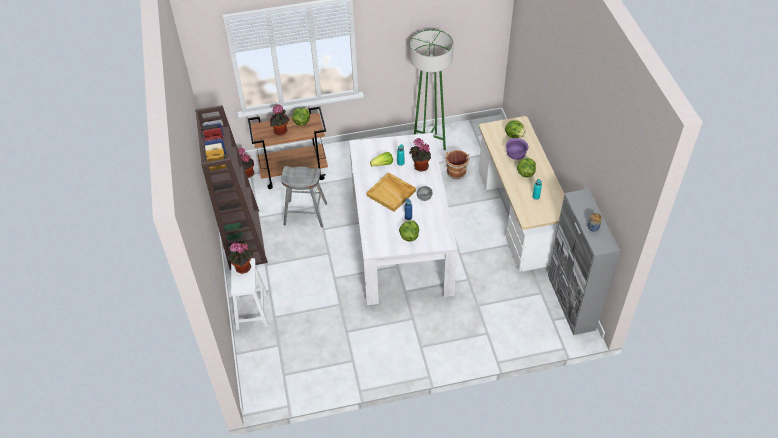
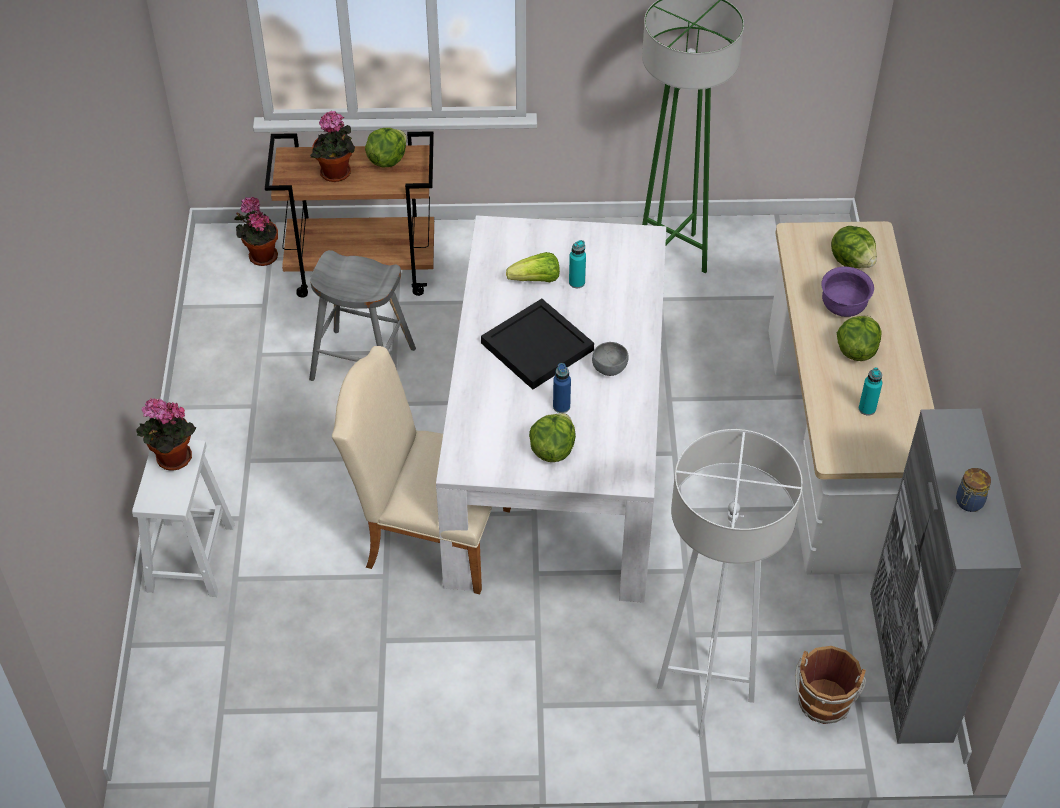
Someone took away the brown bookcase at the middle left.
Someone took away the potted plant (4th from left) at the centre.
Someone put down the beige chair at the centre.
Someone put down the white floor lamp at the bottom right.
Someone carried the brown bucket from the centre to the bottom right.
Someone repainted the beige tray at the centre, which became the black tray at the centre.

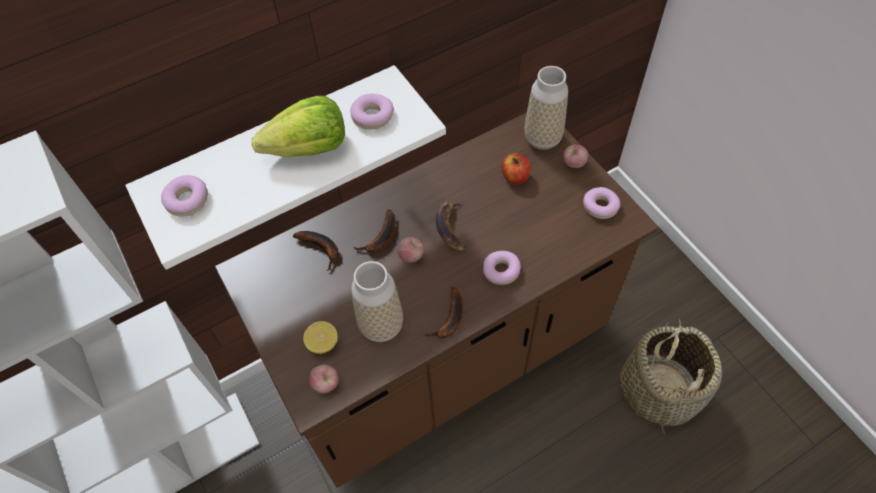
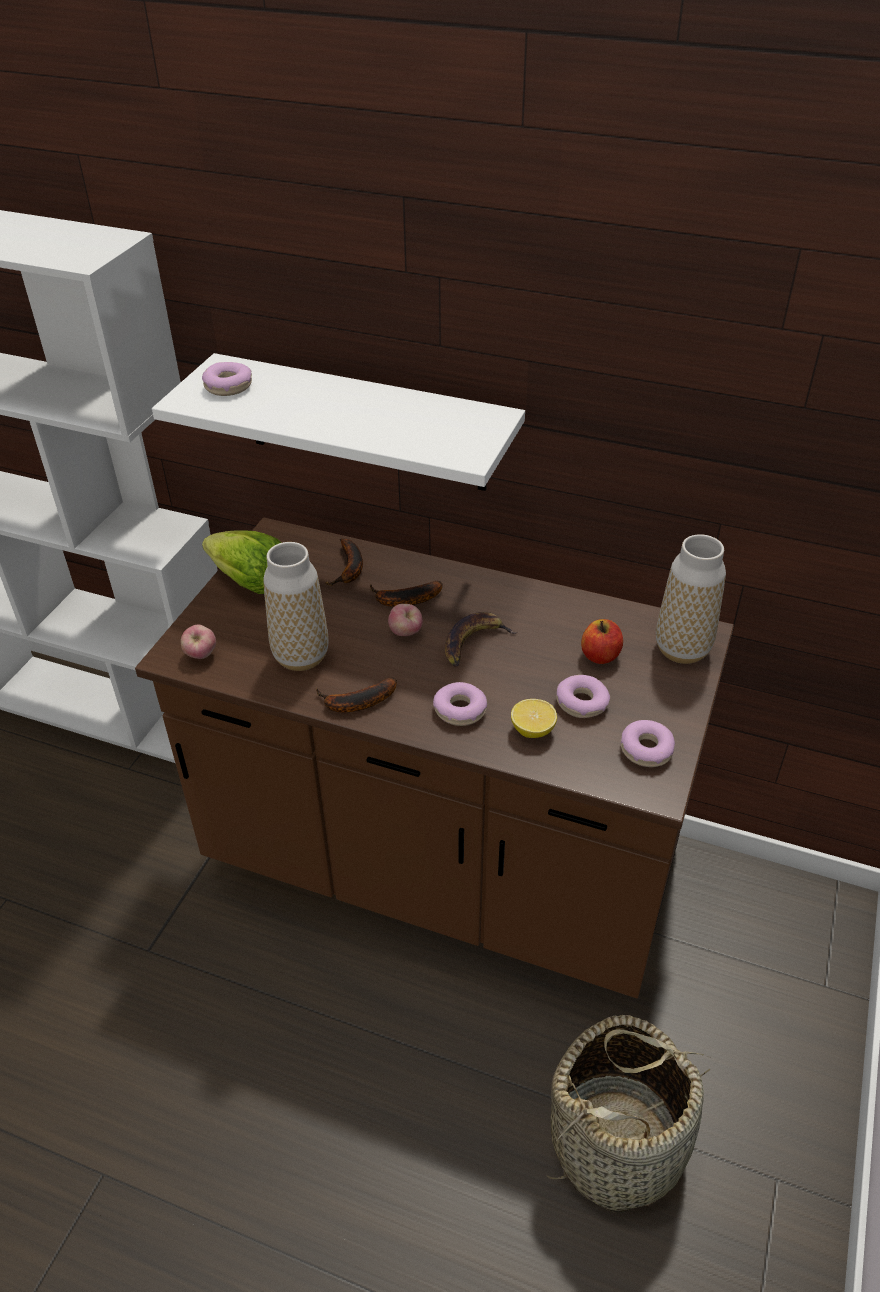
Someone took away the apple (4th from left) at the top centre.
Someone carried the lettuce from the top centre to the middle left.
Someone carried the lemon from the bottom centre to the centre.
Someone carried the donut (2nd from left in the first image) from the top centre to the centre.

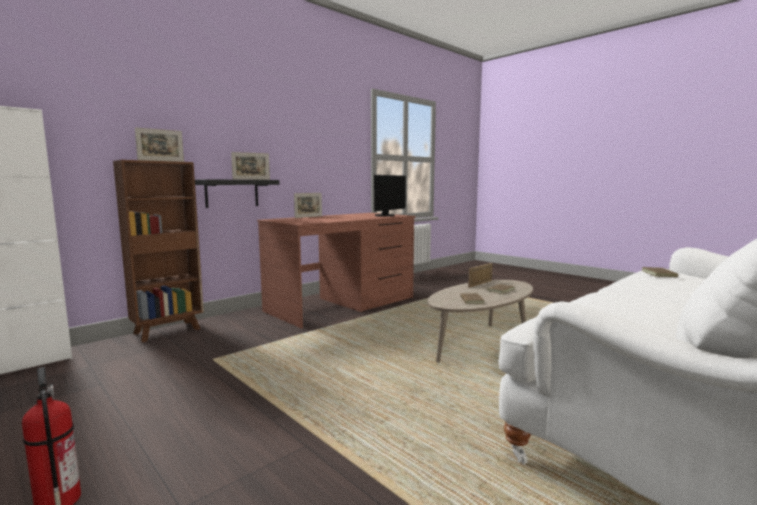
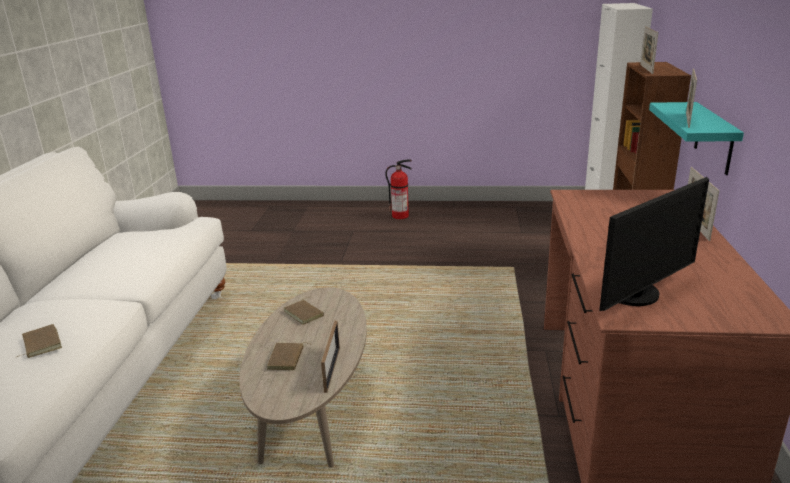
Someone repainted the black shelf at the middle left, which became the turquoise shelf at the top right.
Someone rotated the monitor at the centre by 120 degrees counterclockwise.

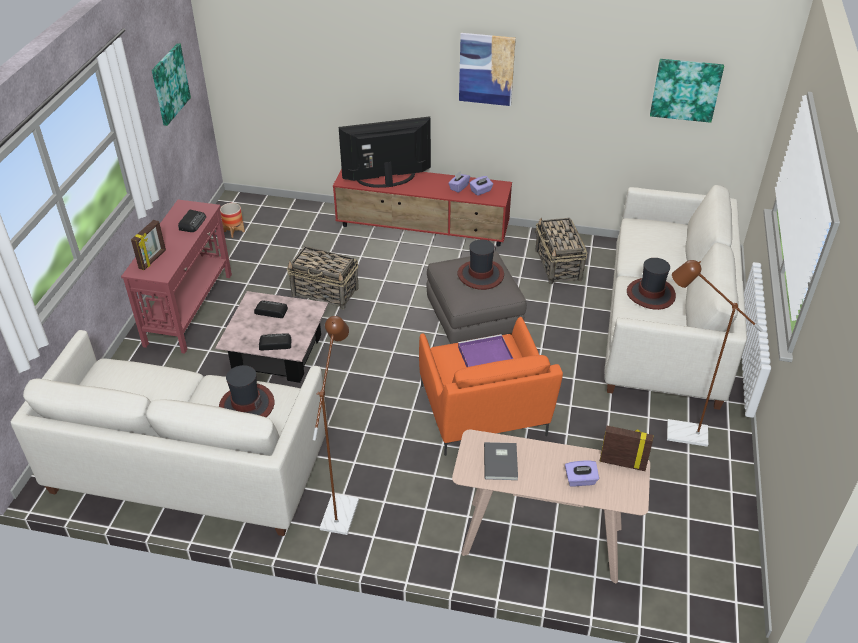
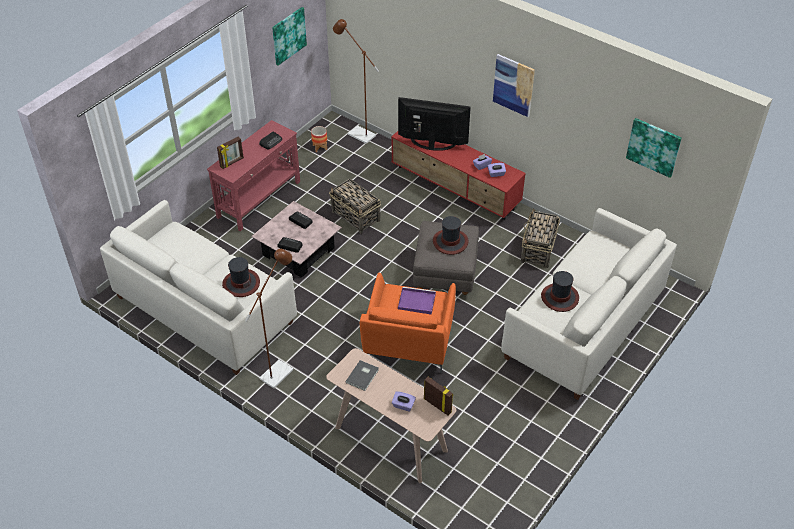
Someone carried the brown floor lamp (2nd from left) from the middle right to the top centre.

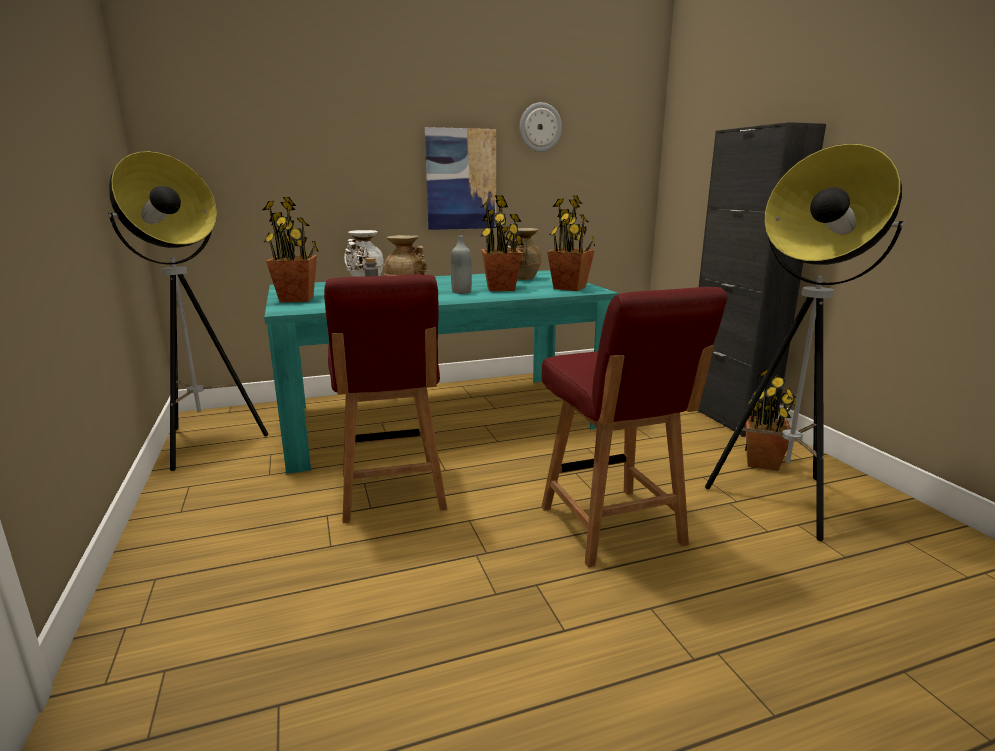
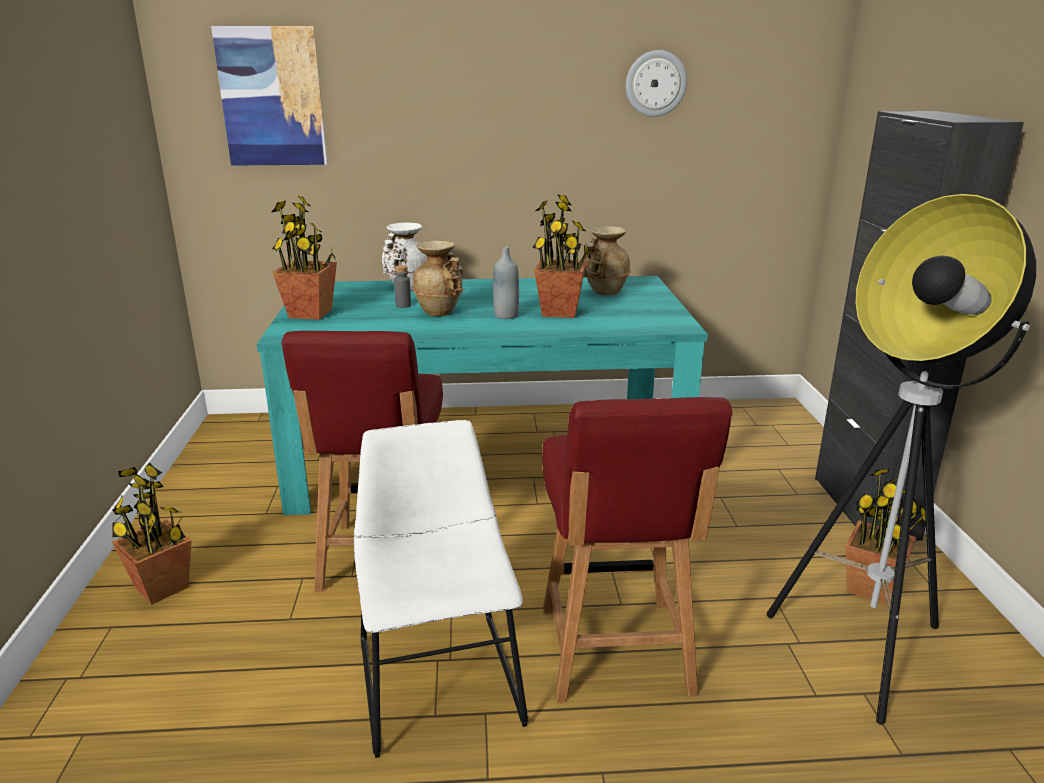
Someone took away the floor lamp (1st from left) at the middle left.
Someone put down the white chair at the bottom centre.
Someone carried the picture from the top centre to the top left.
Someone carried the potted plant (3rd from left in the first image) from the top centre to the bottom left.

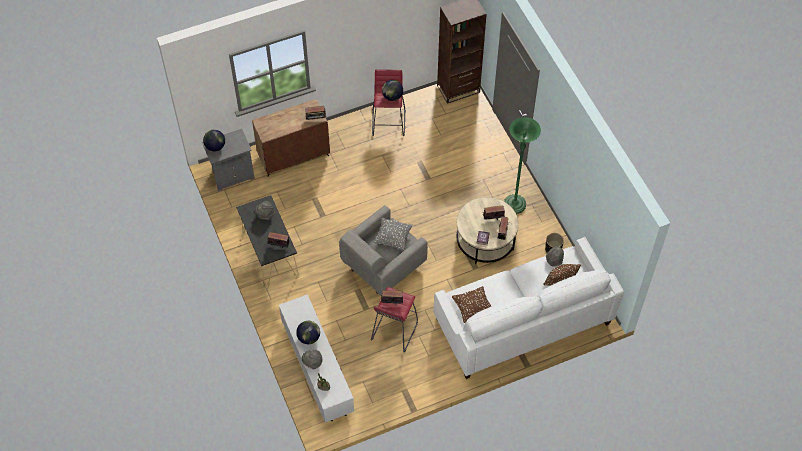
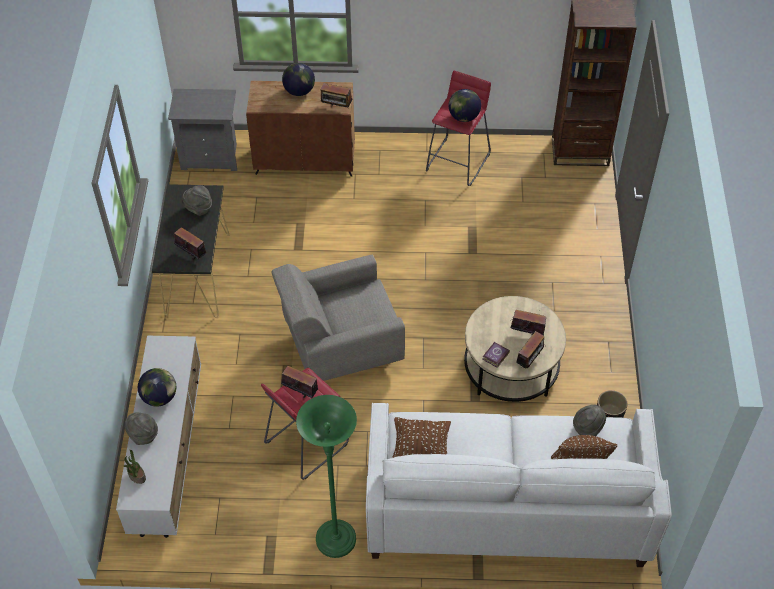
Someone took away the grey pillow at the centre.
Someone carried the globe (1st from left in the first image) from the top left to the top centre.
Someone carried the green floor lamp from the centre to the bottom centre.

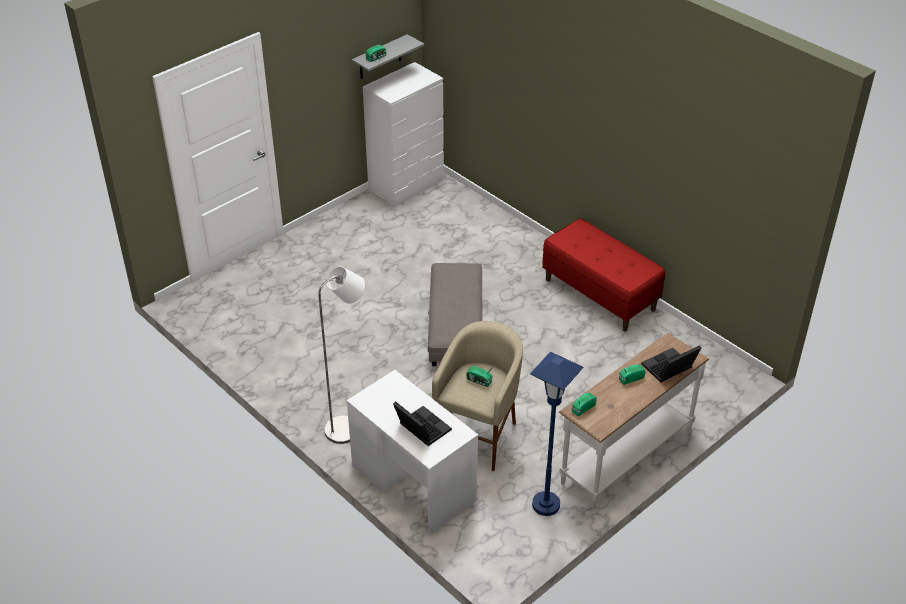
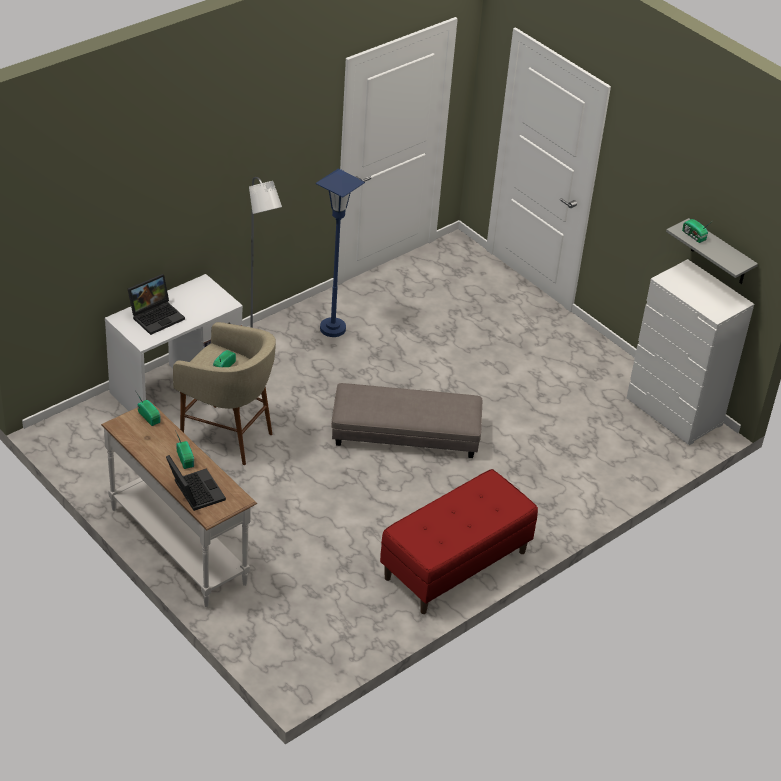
Someone carried the blue floor lamp from the bottom centre to the top centre.

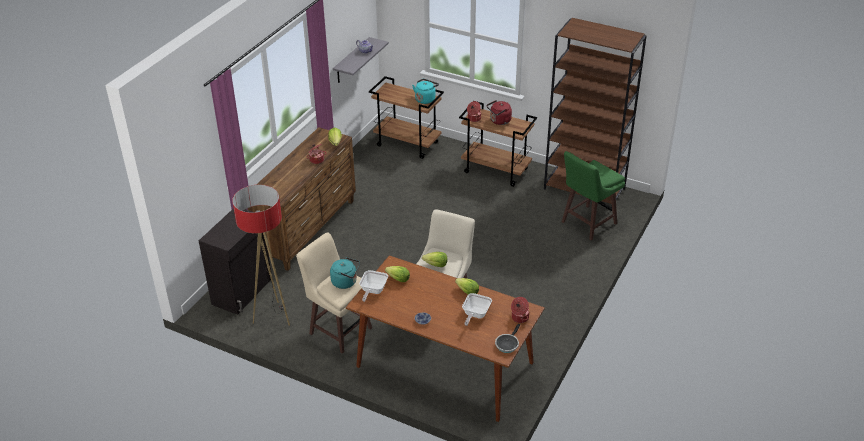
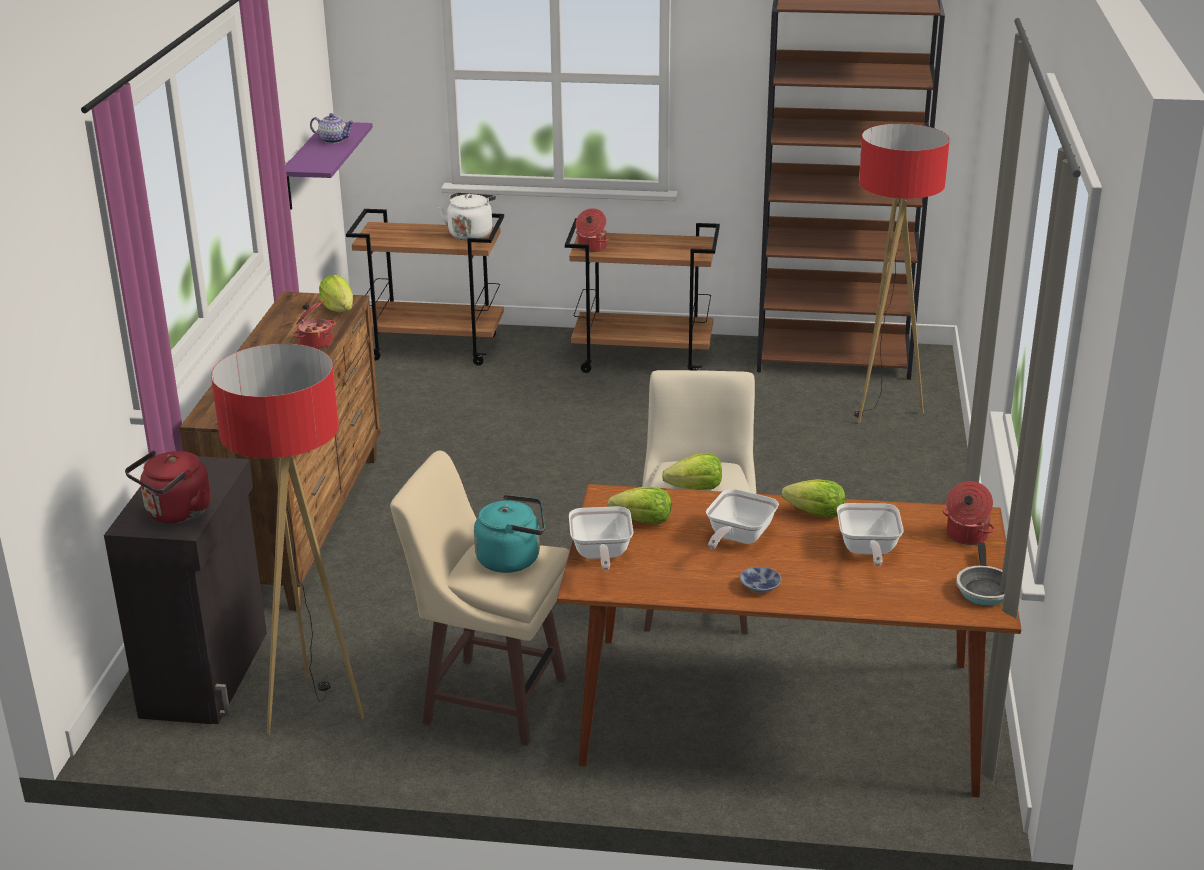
Someone put down the frying pan (2nd from left) at the centre.
Someone carried the red kettle from the top centre to the middle left.
Someone swapped the green stool at the middle right for the floor lamp (2nd from left) at the top right.
Someone repainted the grey shelf at the top centre, which became the purple shelf at the top left.
Someone repainted the turquoise kettle (2nd from left) at the top centre, which became the white kettle at the top centre.

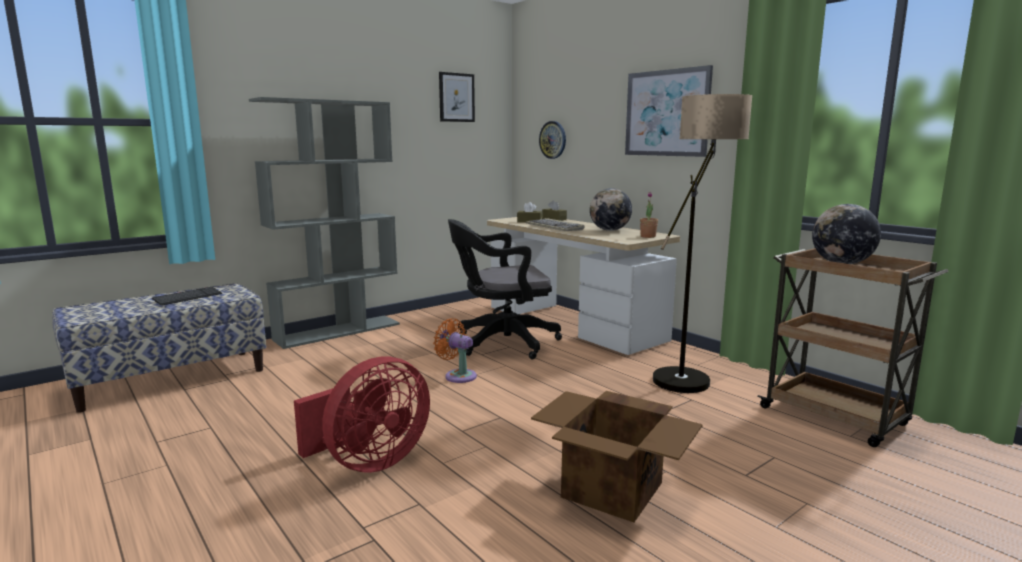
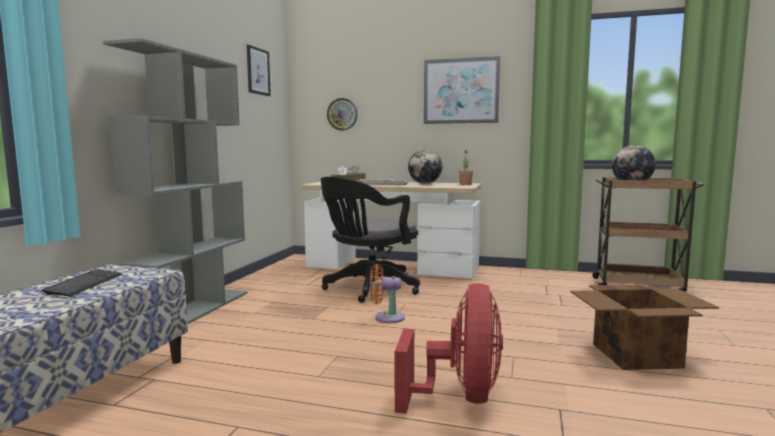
Someone took away the floor lamp at the middle right.

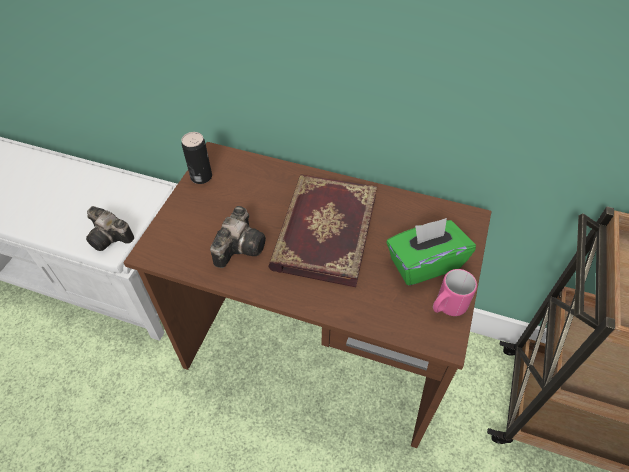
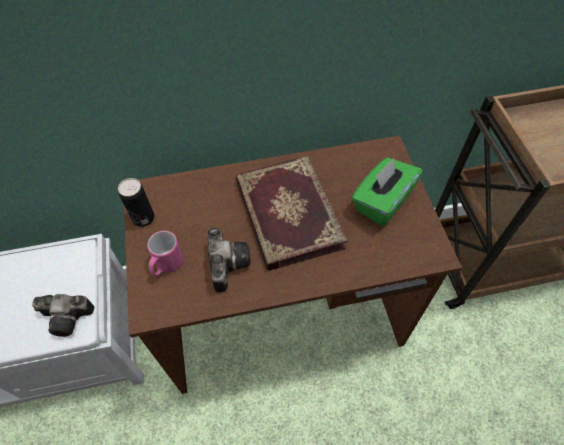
Someone carried the pink mug from the middle right to the middle left.

